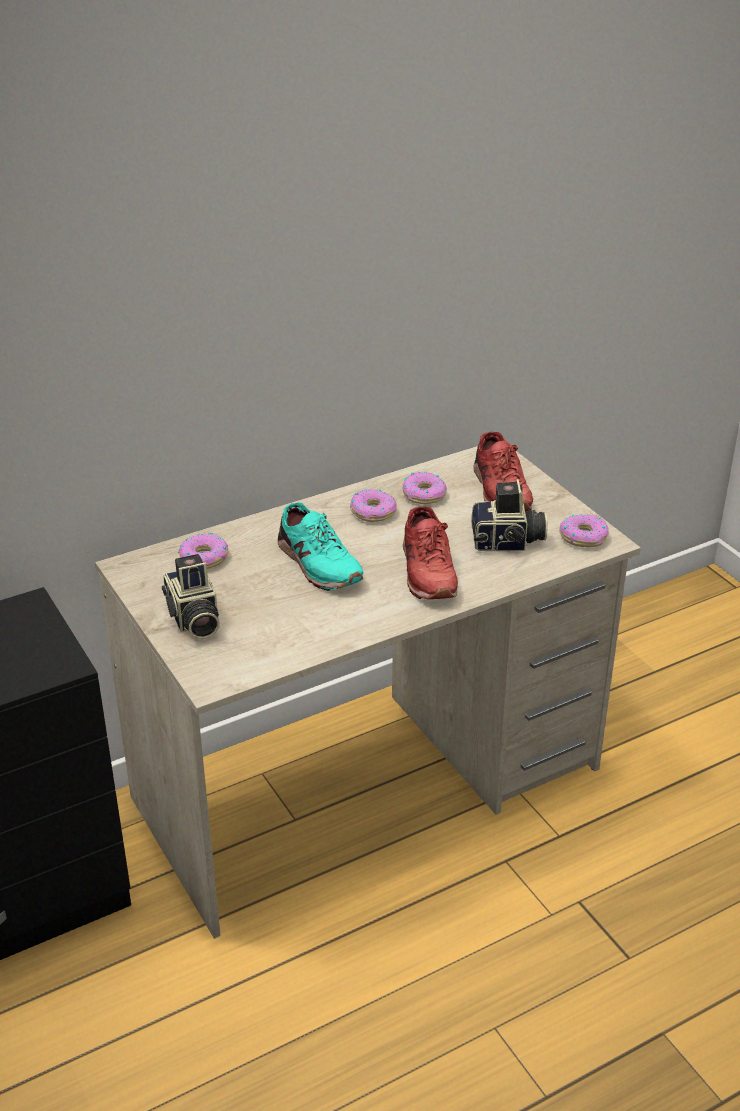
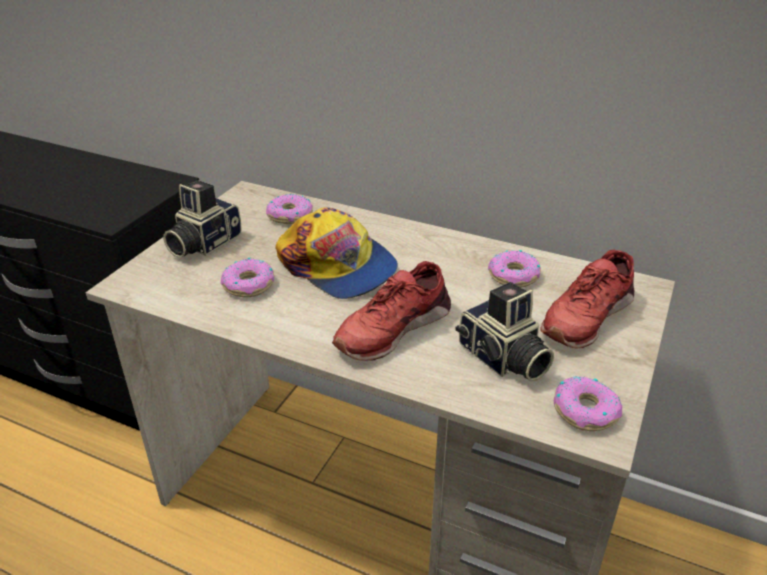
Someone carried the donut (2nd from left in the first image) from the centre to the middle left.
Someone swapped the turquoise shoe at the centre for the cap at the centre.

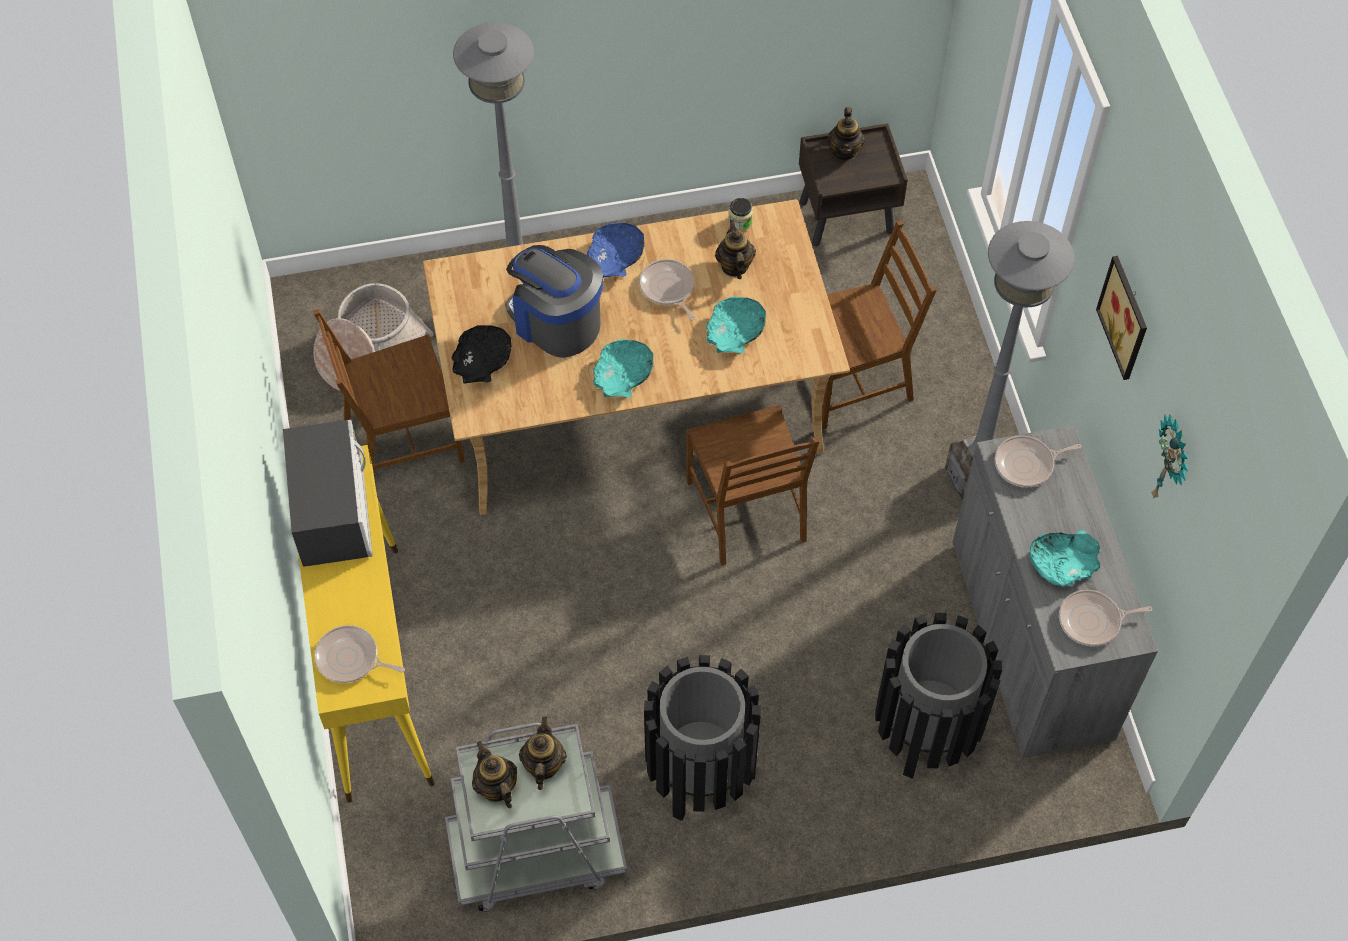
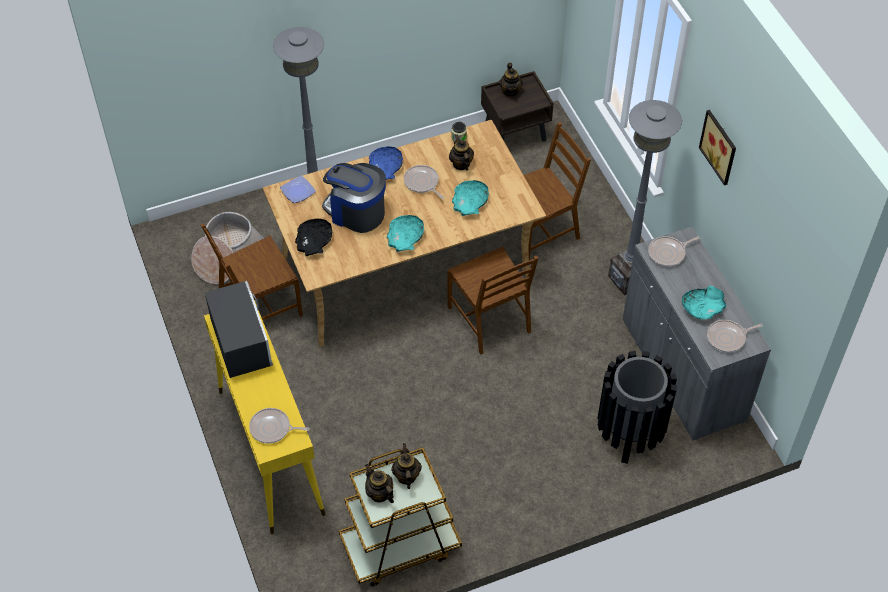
Someone took away the black trash can (1st from left) at the bottom centre.
Someone took away the wall clock at the middle right.
Someone put down the plate at the top centre.
Someone repainted the grey cart at the bottom centre, which became the brown cart at the bottom centre.

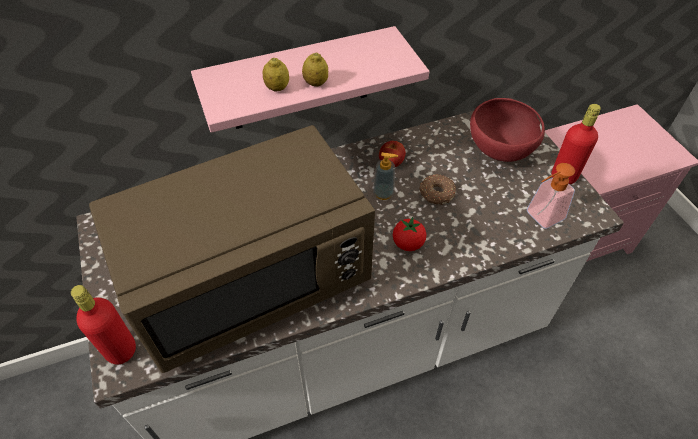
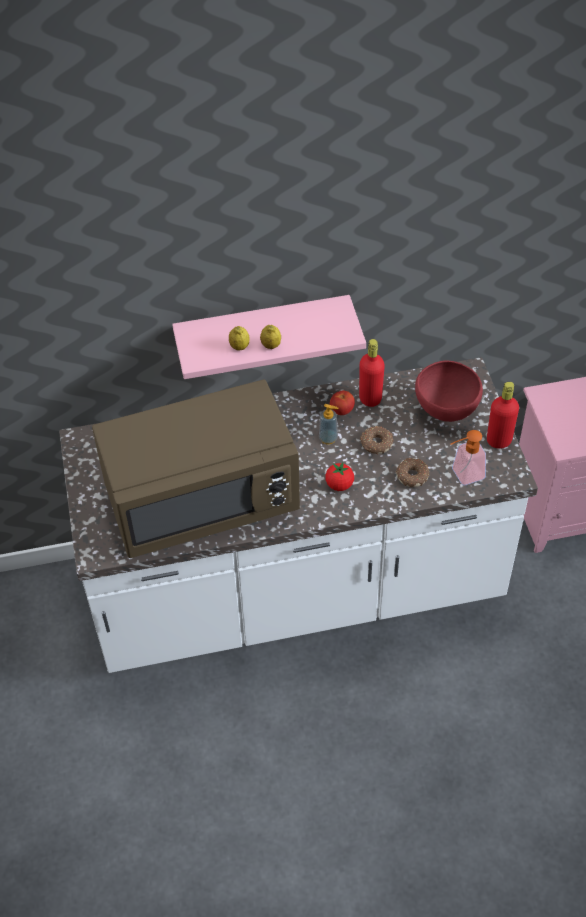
Someone put down the donut (2nd from left) at the middle right.
Someone carried the red bottle (1st from left) from the bottom left to the centre.

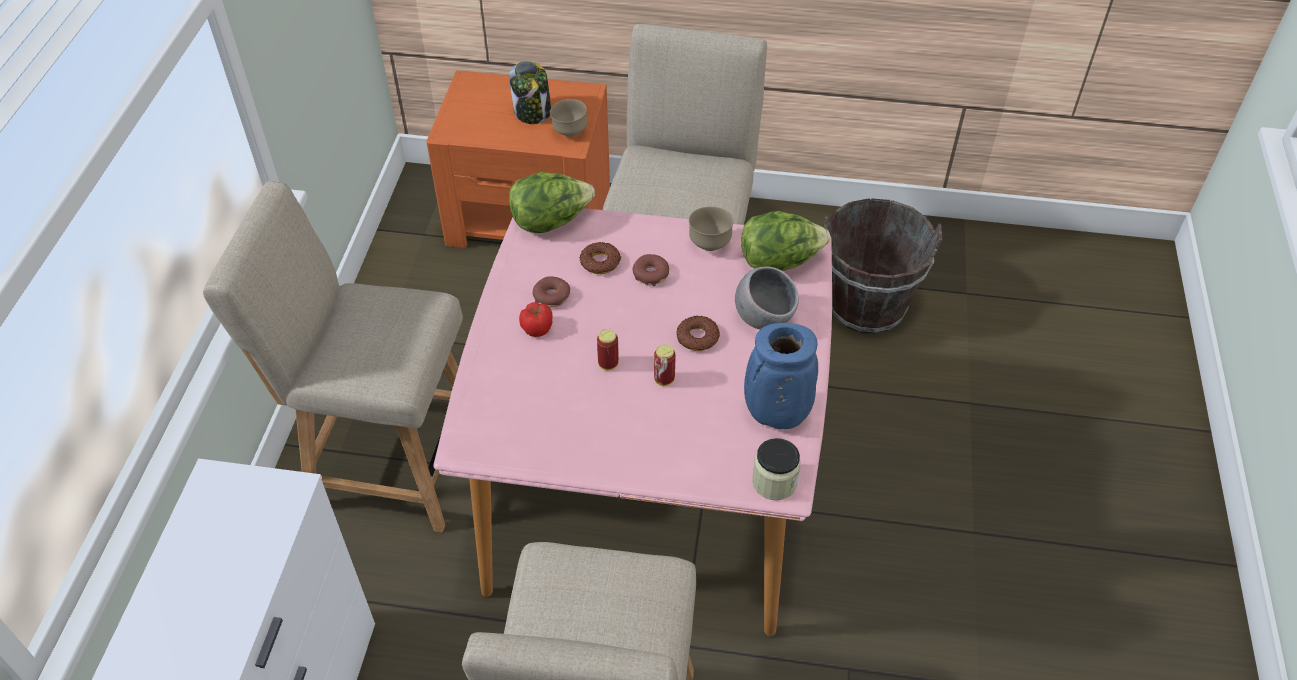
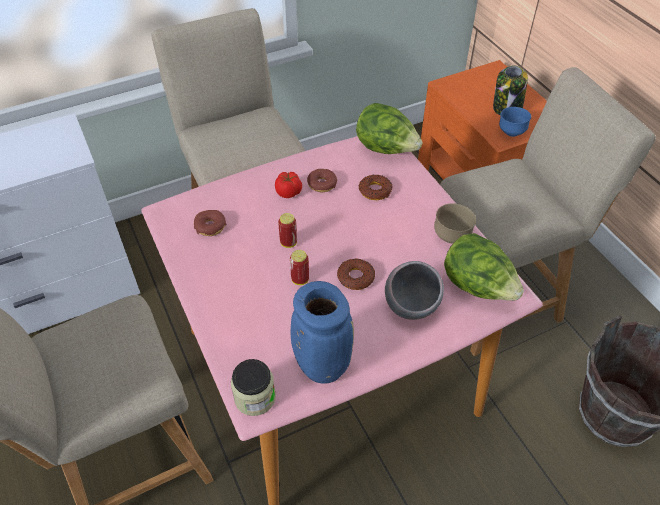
Someone carried the donut (3rd from left in the first image) from the centre to the middle left.
Someone repainted the brown bowl (1st from left) at the top centre, which became the blue bowl at the top right.

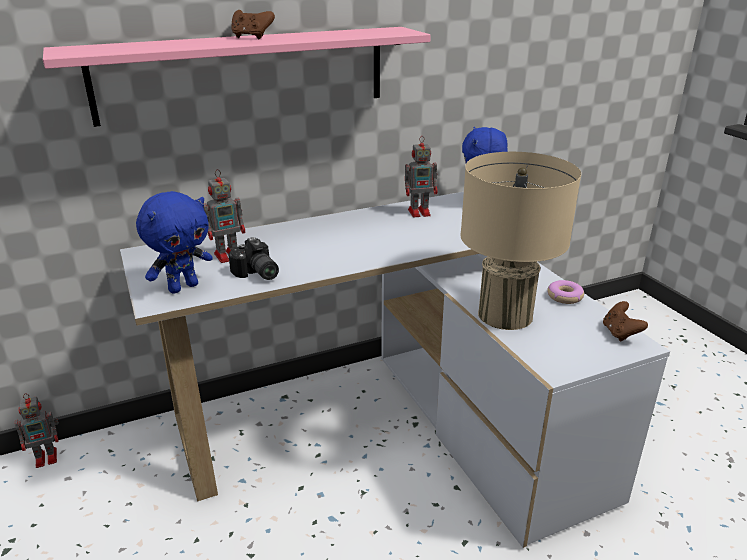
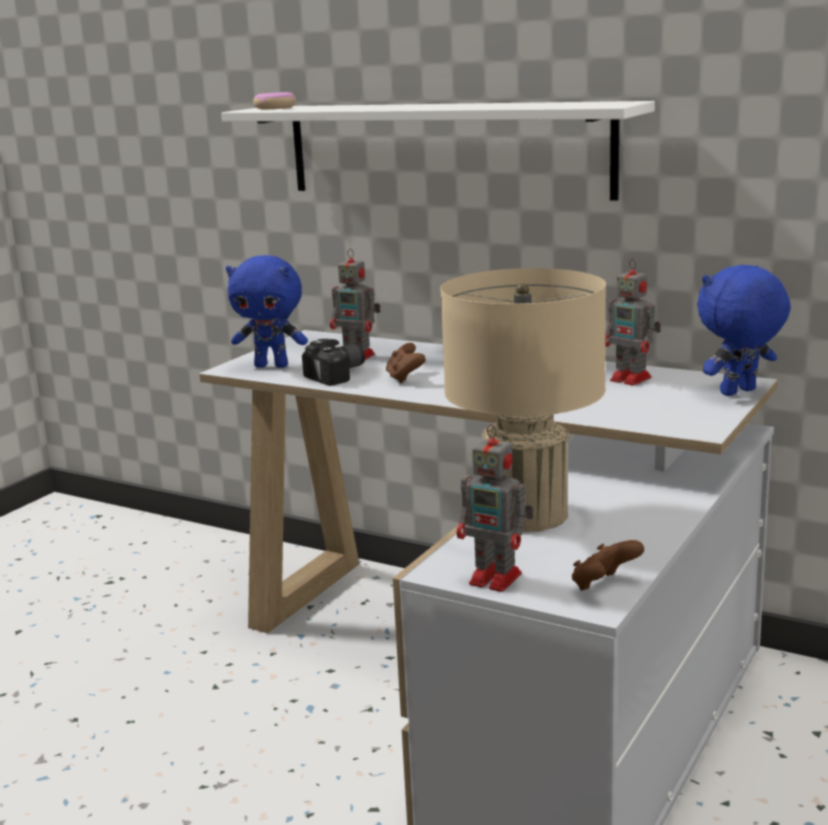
Someone carried the toy robot (1st from left in the first image) from the bottom left to the centre.
Someone carried the brown game controller (1st from left) from the top centre to the centre.
Someone carried the donut from the middle right to the top left.
Someone repainted the pink shelf at the top left, which became the white shelf at the top centre.
Someone rotated the photo camera at the centre by 150 degrees counterclockwise.

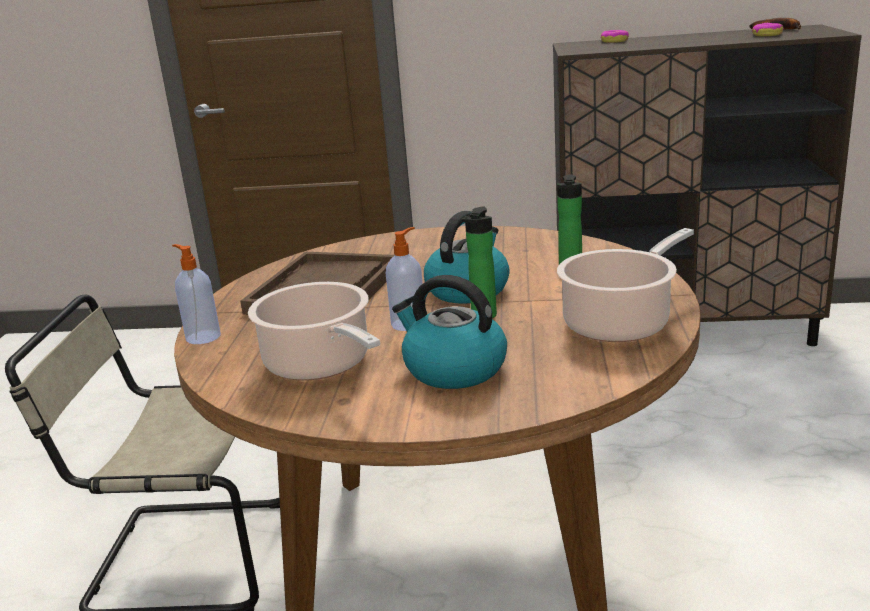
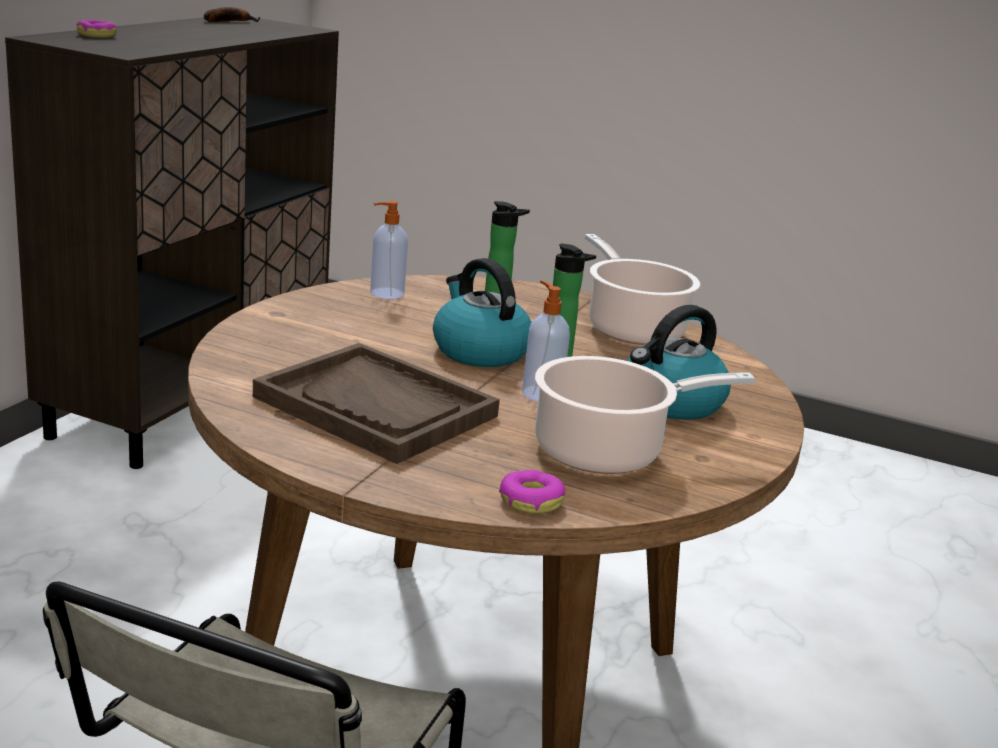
Someone carried the soap dispenser (1st from left) from the middle left to the centre.
Someone carried the donut (2nd from left) from the top right to the centre.

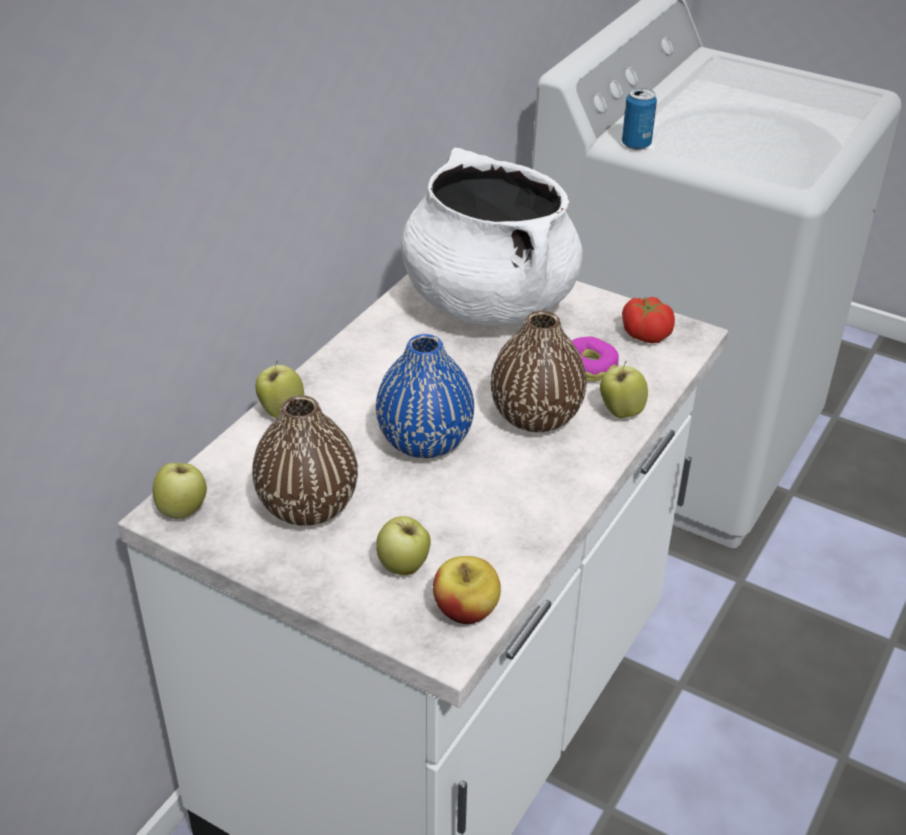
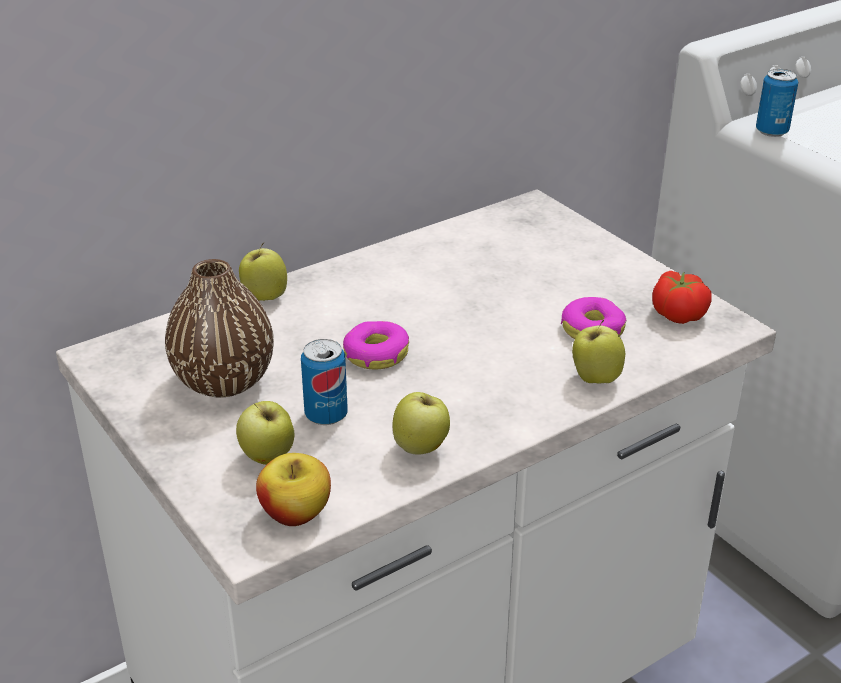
Someone took away the white cooking pot at the top centre.
Someone took away the brown vase (2nd from left) at the centre.
Someone put down the can (1st from left) at the centre.
Someone carried the apple (1st from left in the first image) from the middle left to the centre.
Someone swapped the blue vase at the centre for the donut (1st from left) at the centre.

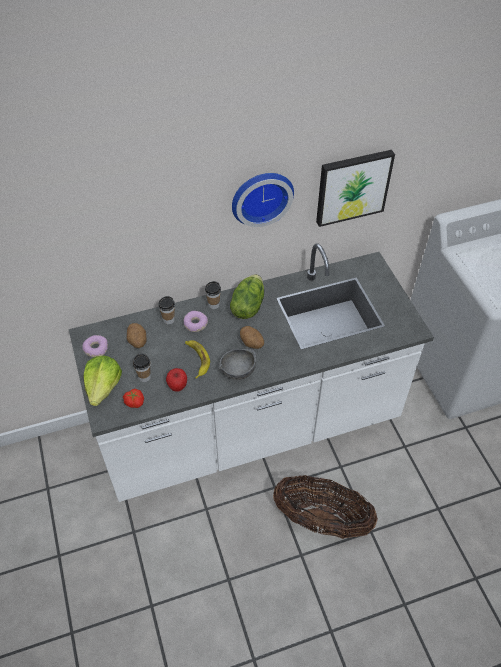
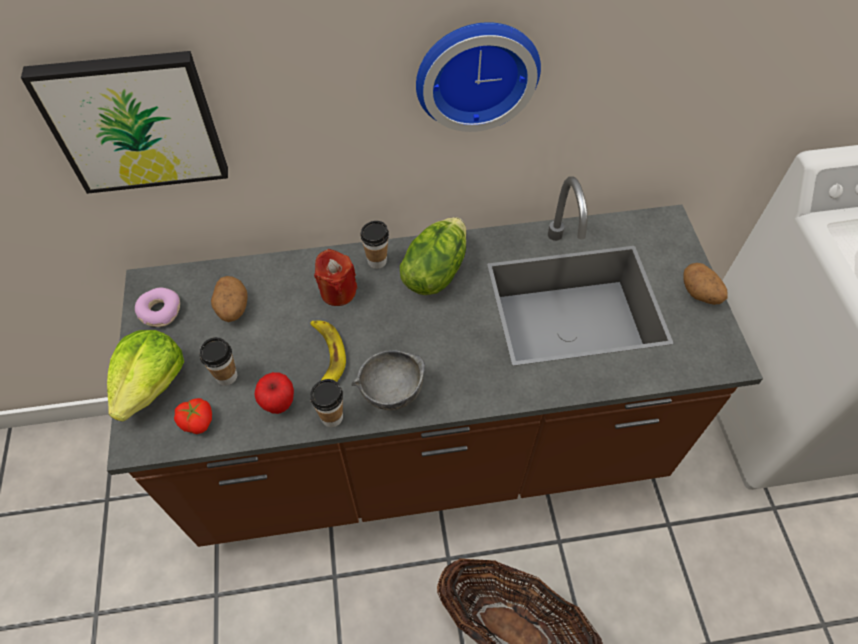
Someone carried the cup (2nd from left) from the middle left to the centre.
Someone carried the potato (2nd from left) from the centre to the middle right.
Someone carried the picture from the top right to the top left.
Someone swapped the donut (2nd from left) at the centre for the red candle at the centre.
Someone repainted the white counter at the centre, which became the brown counter at the centre.

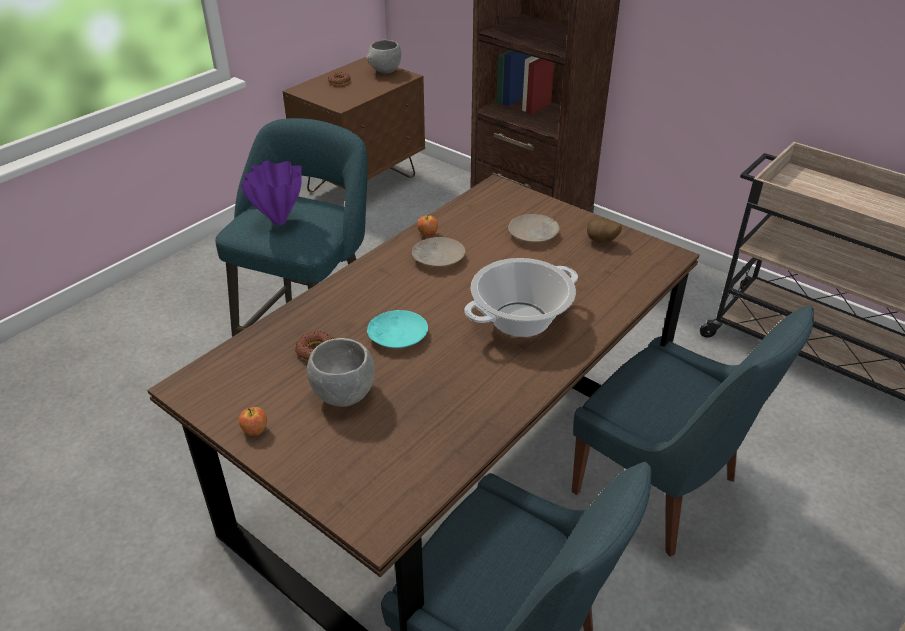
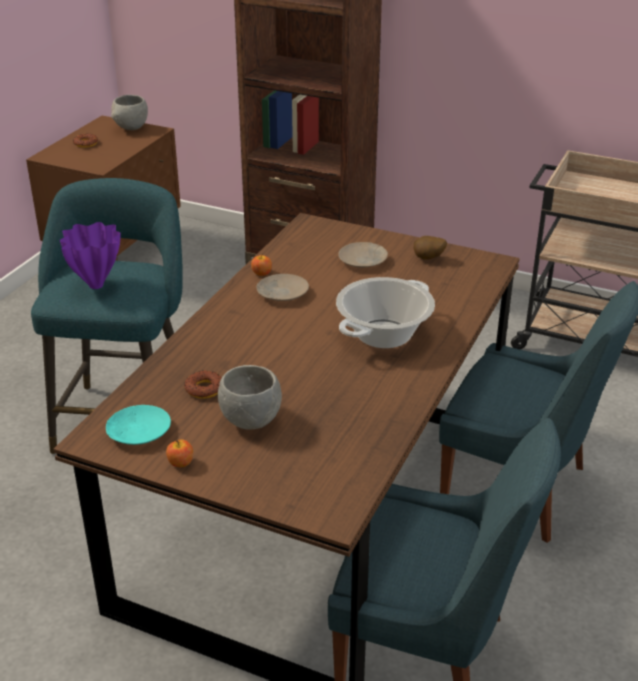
Someone carried the turquoise plate from the centre to the middle left.

